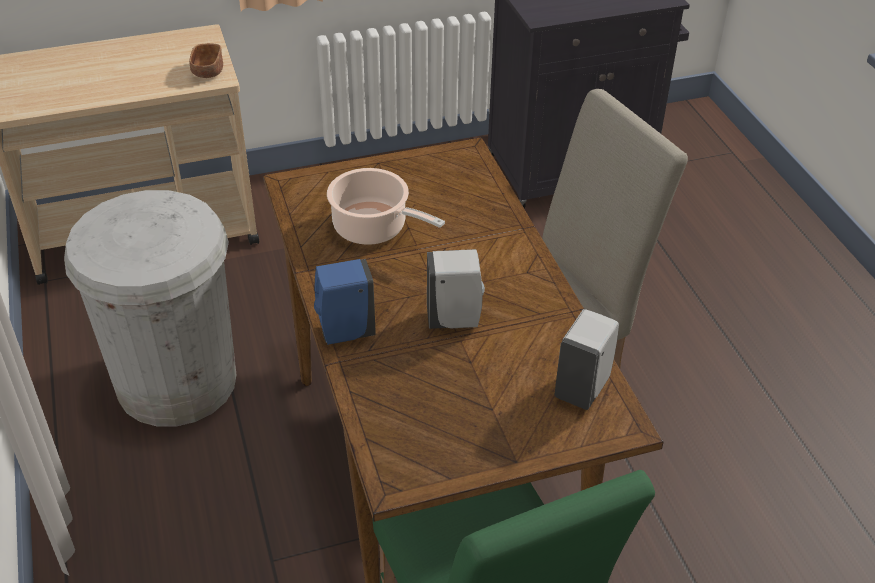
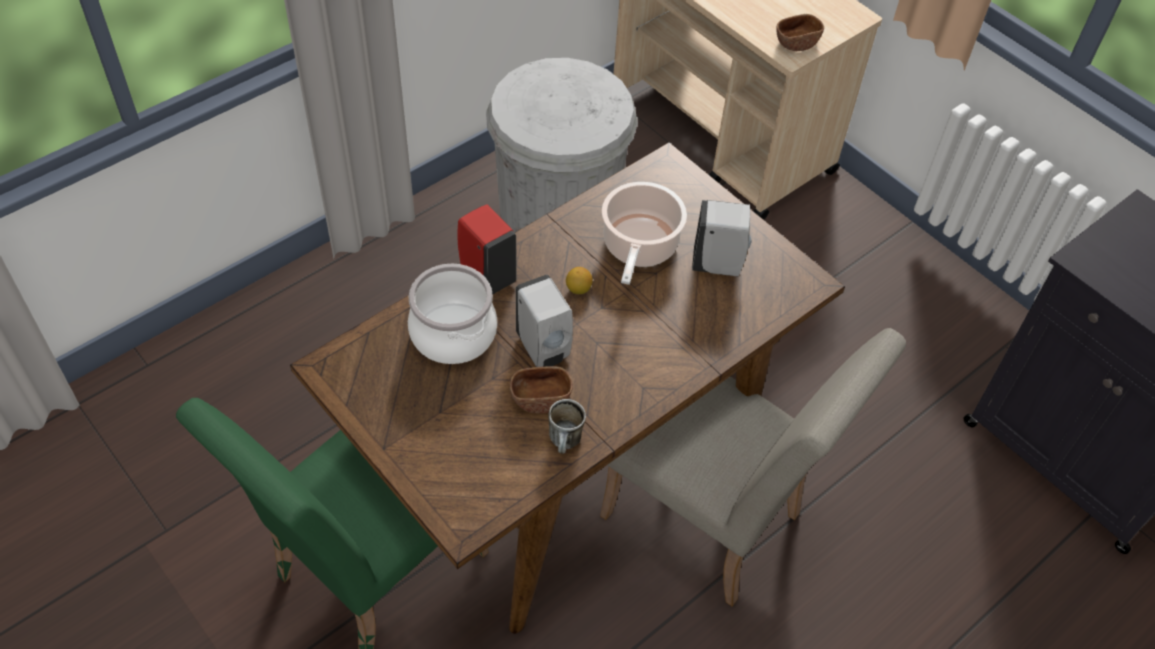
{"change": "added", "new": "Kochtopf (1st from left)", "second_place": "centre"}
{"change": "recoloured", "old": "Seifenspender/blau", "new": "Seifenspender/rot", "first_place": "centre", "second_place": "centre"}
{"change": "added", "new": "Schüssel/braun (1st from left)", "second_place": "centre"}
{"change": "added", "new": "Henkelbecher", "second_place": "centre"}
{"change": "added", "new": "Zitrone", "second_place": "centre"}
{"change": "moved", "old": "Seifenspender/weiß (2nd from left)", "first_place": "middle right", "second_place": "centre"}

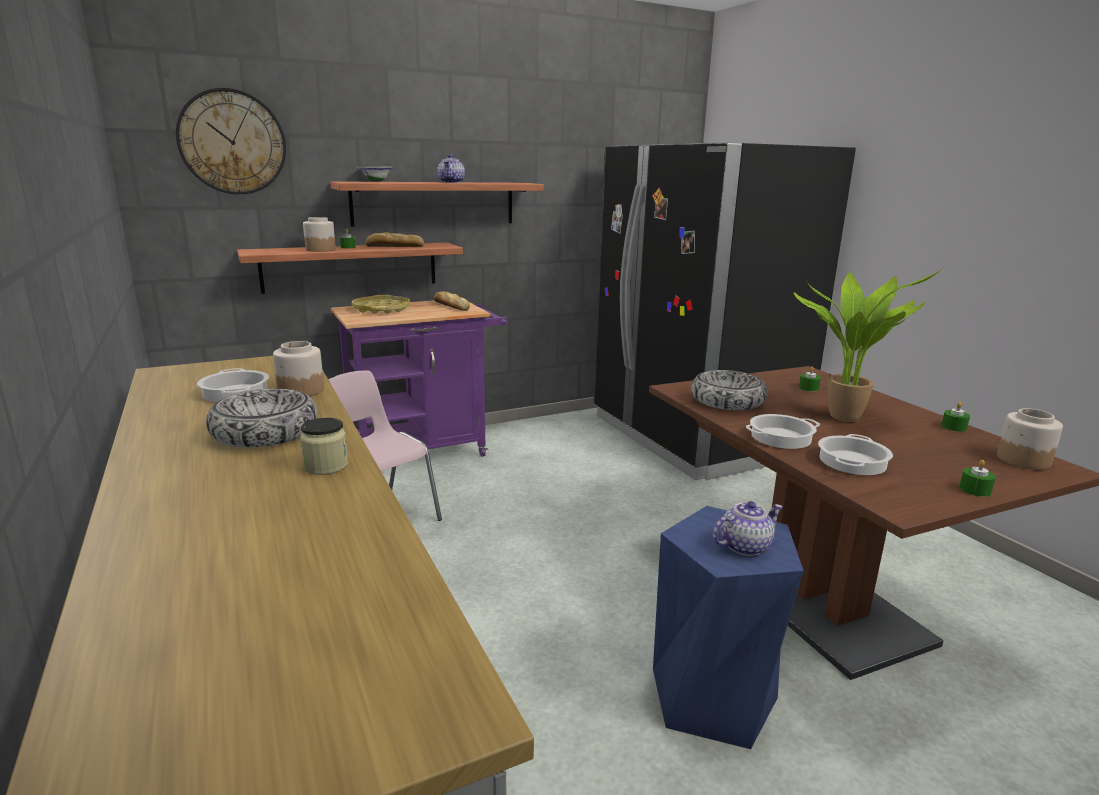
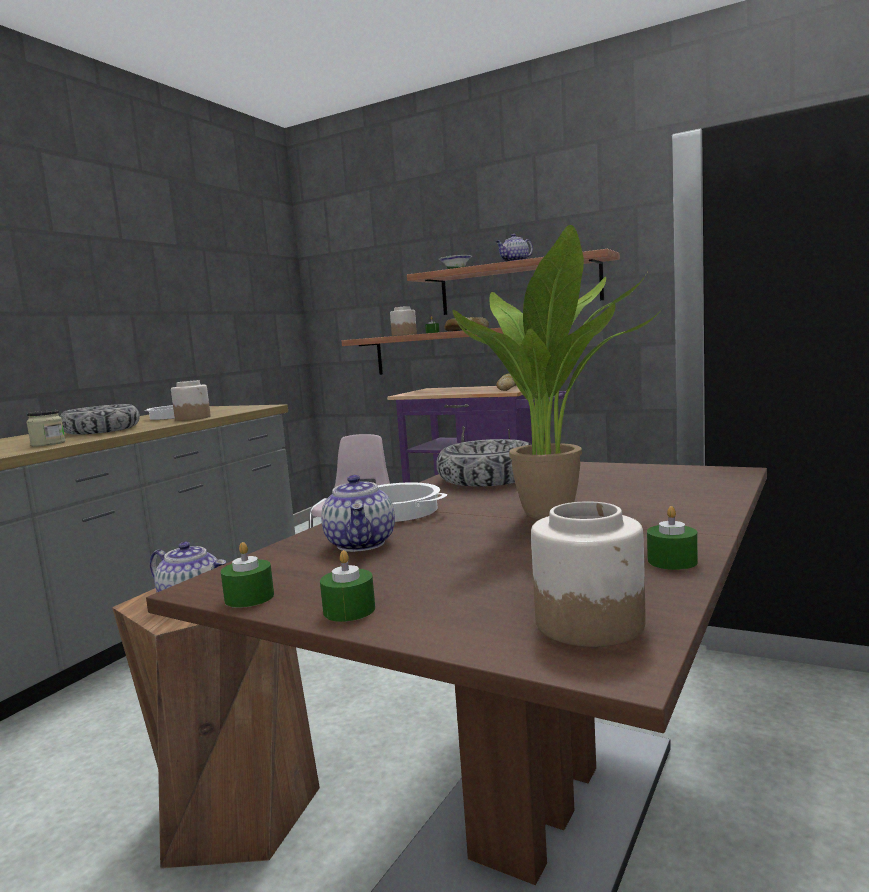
{"change": "recoloured", "old": "Hocker/blau", "new": "Hocker/braun", "first_place": "bottom centre", "second_place": "bottom left"}
{"change": "moved", "old": "Kerze/grün (2nd from left in the first image)", "new": "Kerze/grün (1st from left)", "first_place": "middle right", "second_place": "middle left"}
{"change": "replaced", "old": "Kochtopf (3rd from left)", "new": "Teekanne (2nd from left)", "first_place": "middle right", "second_place": "centre"}
{"change": "removed", "old": "Wanduhr", "first_place": "top left"}
{"change": "removed", "old": "Tablett/gelb", "first_place": "centre"}

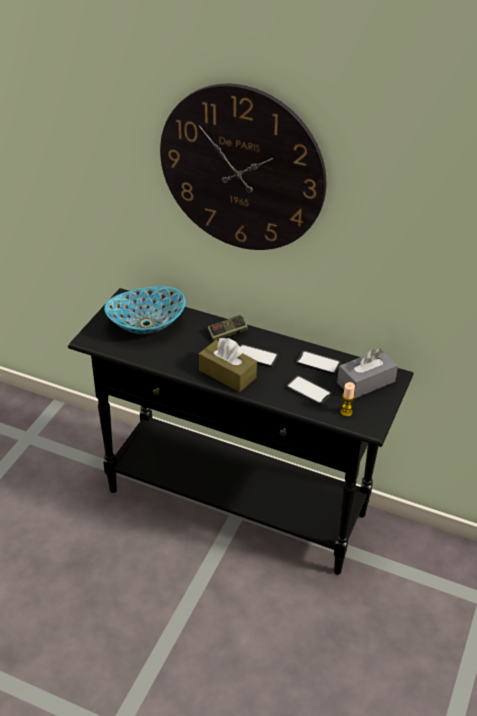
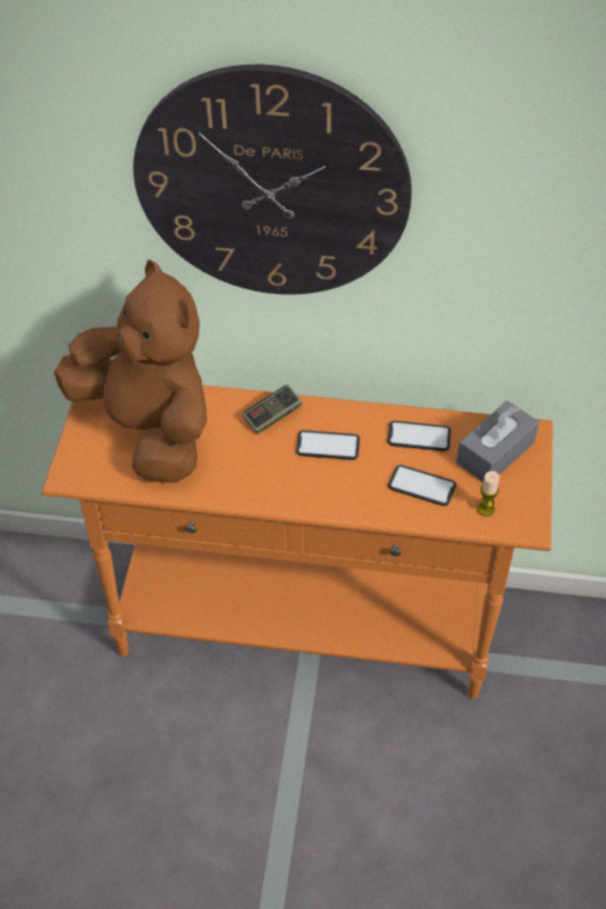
{"change": "recoloured", "old": "Konsolentisch/schwarz", "new": "Konsolentisch/orange", "first_place": "centre", "second_place": "centre"}
{"change": "replaced", "old": "Schüssel", "new": "Plüschtier/braun", "first_place": "middle left", "second_place": "middle left"}
{"change": "removed", "old": "Taschentuchbox/braun", "first_place": "centre"}

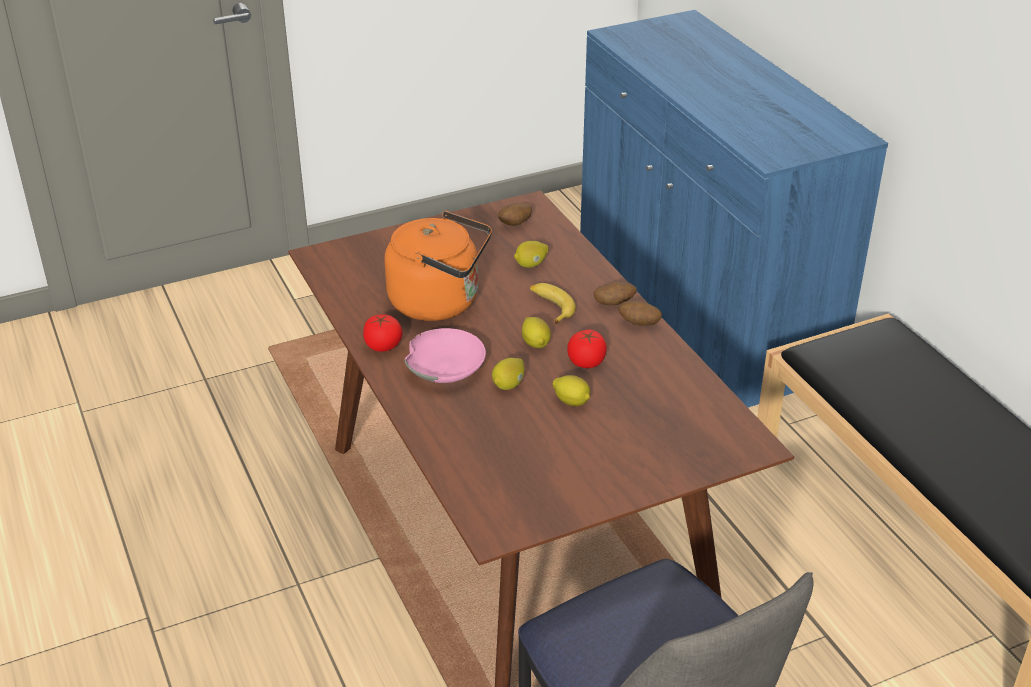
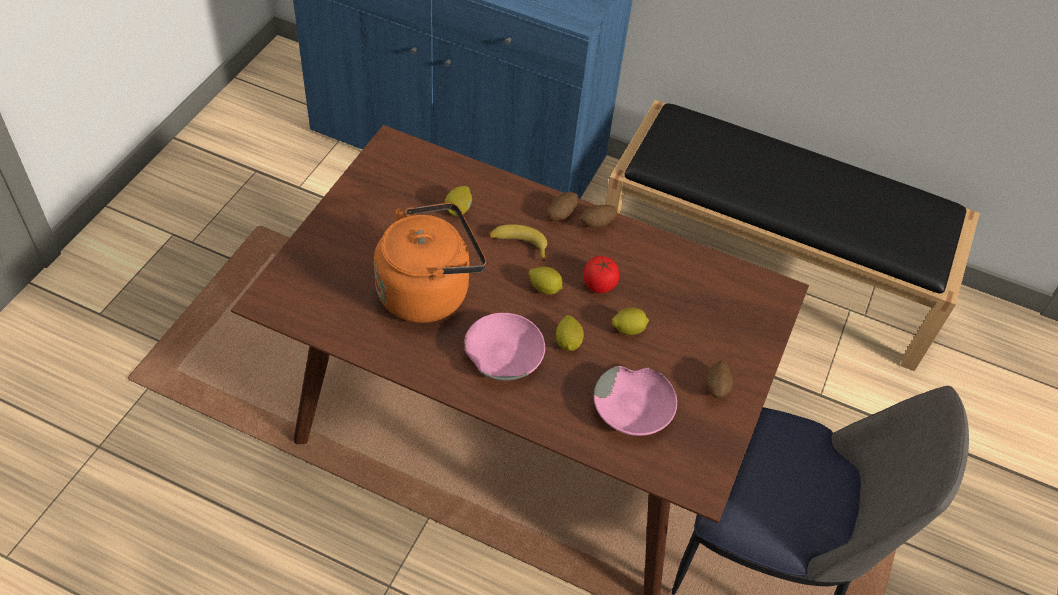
{"change": "added", "new": "Schüssel/rosa (2nd from left)", "second_place": "bottom centre"}
{"change": "moved", "old": "Kartoffel (1st from left in the first image)", "new": "Kartoffel (3rd from left)", "first_place": "top centre", "second_place": "middle right"}
{"change": "removed", "old": "Tomate (1st from left)", "first_place": "centre"}

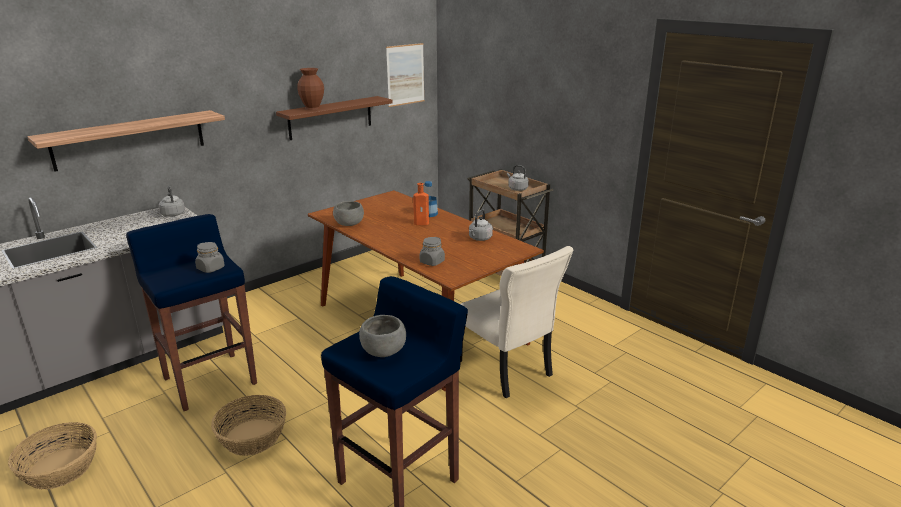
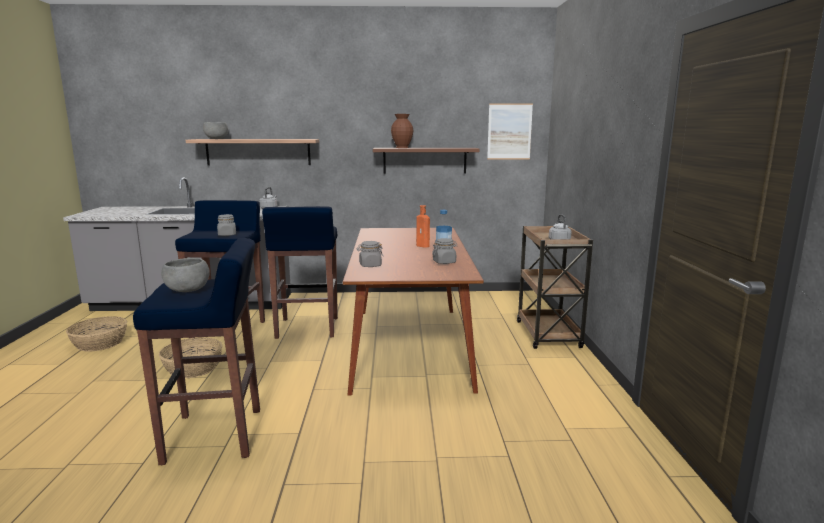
{"change": "moved", "old": "Schüssel/grau (1st from left in the first image)", "new": "Schüssel/grau (2nd from left)", "first_place": "centre", "second_place": "top left"}
{"change": "added", "new": "Hocker/blau (3rd from left)", "second_place": "centre"}
{"change": "replaced", "old": "Wasserkessel/grau (2nd from left)", "new": "Vorratsglas/grau (3rd from left)", "first_place": "centre", "second_place": "centre"}
{"change": "removed", "old": "Stuhl/beige", "first_place": "centre"}

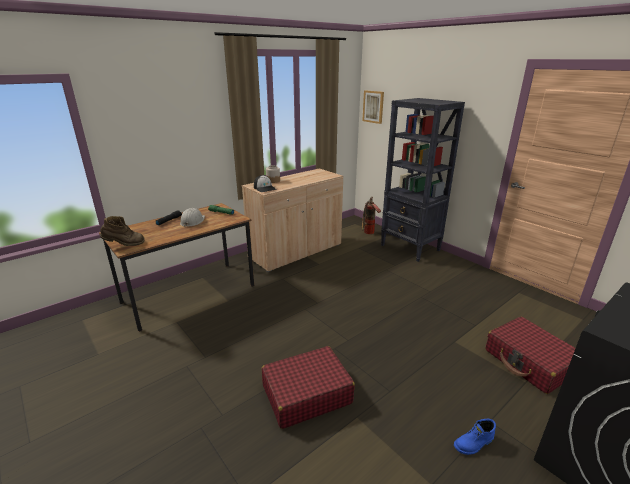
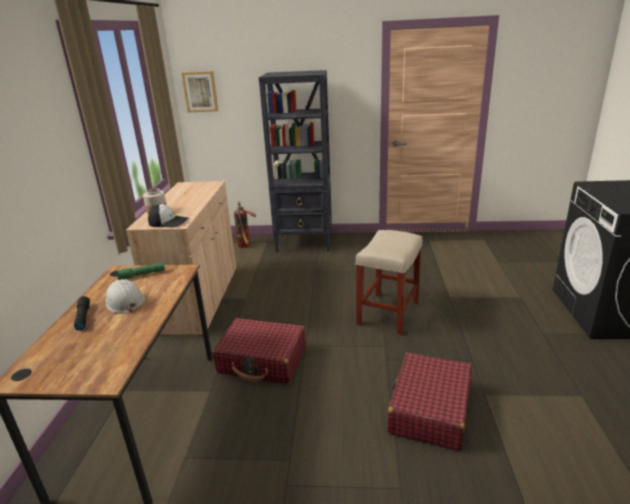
{"change": "moved", "old": "Koffer/rot (2nd from left in the first image)", "new": "Koffer/rot (1st from left)", "first_place": "bottom right", "second_place": "bottom centre"}
{"change": "added", "new": "Hocker/beige", "second_place": "centre"}
{"change": "removed", "old": "Stiefel/braun", "first_place": "middle left"}
{"change": "removed", "old": "Stiefel/blau", "first_place": "bottom right"}

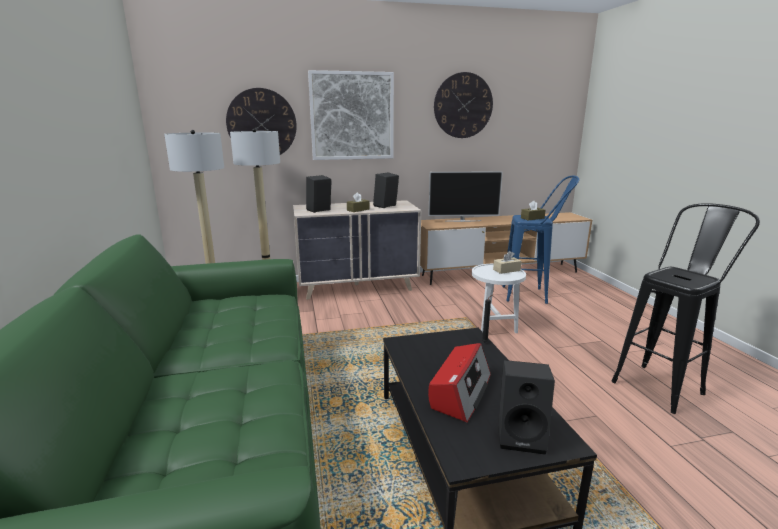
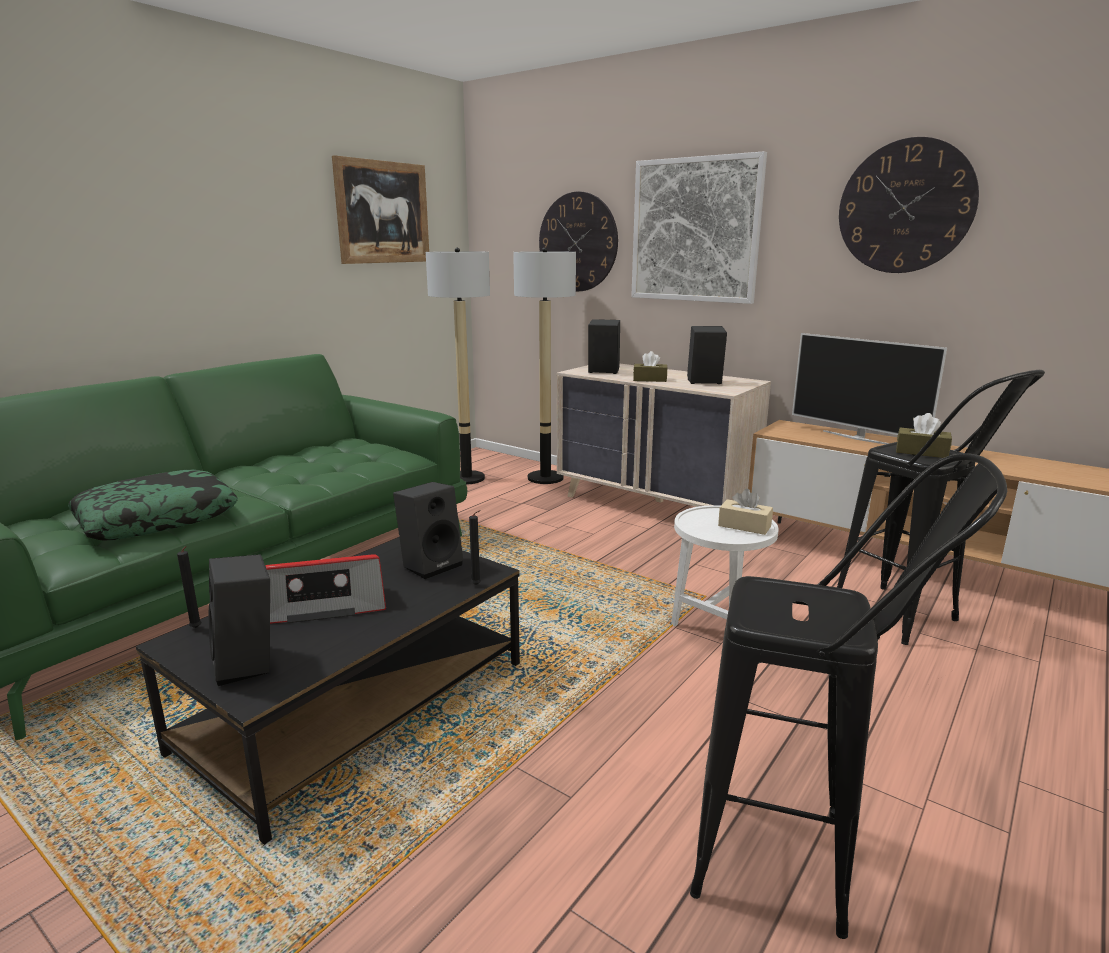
{"change": "added", "new": "Kissen", "second_place": "middle left"}
{"change": "added", "new": "Kerze/schwarz (1st from left)", "second_place": "middle left"}
{"change": "added", "new": "Bild (1st from left)", "second_place": "top centre"}
{"change": "added", "new": "Lautsprecher/schwarz (2nd from left)", "second_place": "centre"}
{"change": "recoloured", "old": "Hocker/blau", "new": "Hocker/schwarz (2nd from left)", "first_place": "middle right", "second_place": "middle right"}

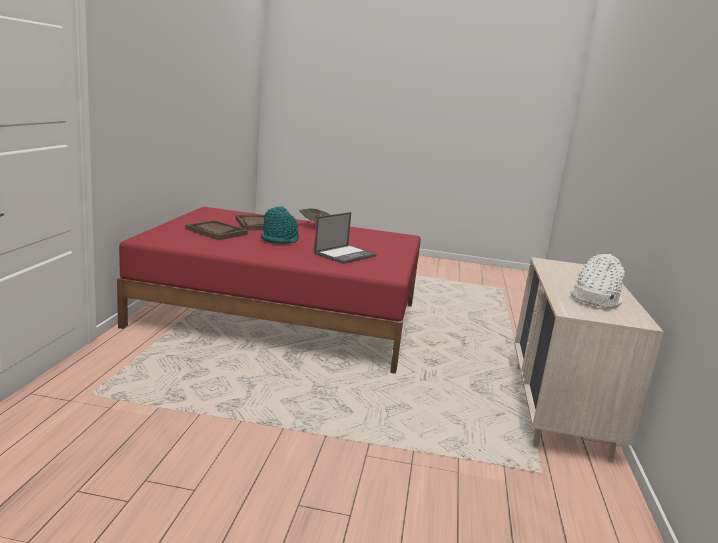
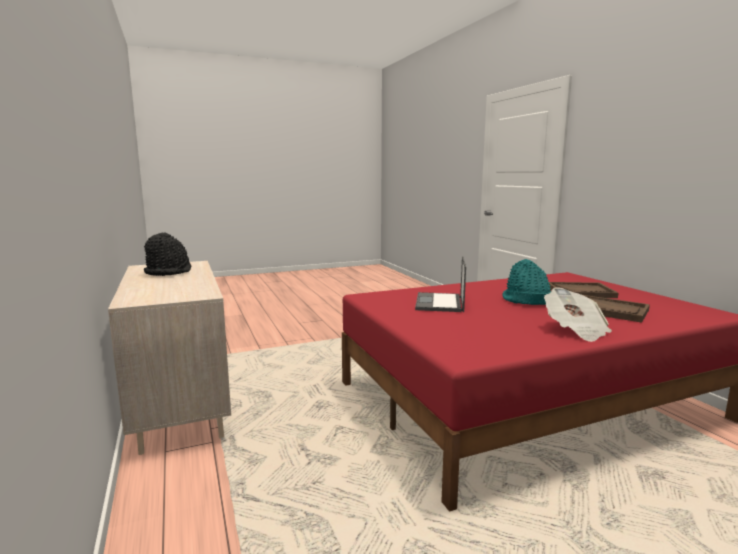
{"change": "recoloured", "old": "Hut/weiß", "new": "Hut/schwarz", "first_place": "middle right", "second_place": "middle left"}

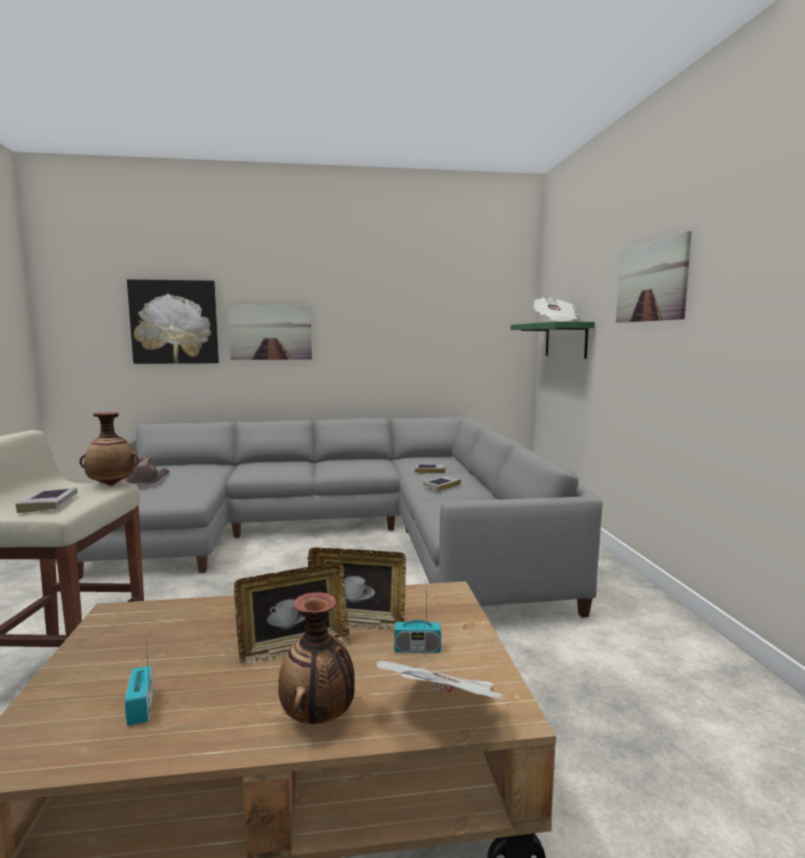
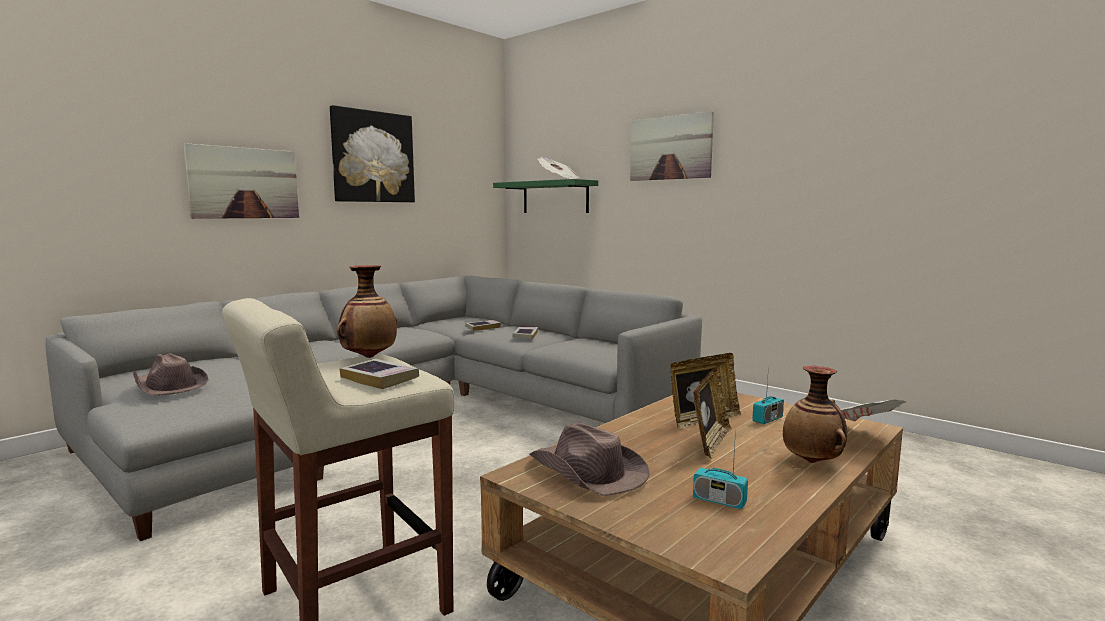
{"change": "moved", "old": "Bild (1st from left in the first image)", "new": "Bild (2nd from left)", "first_place": "middle left", "second_place": "top centre"}
{"change": "added", "new": "Hut/braun (2nd from left)", "second_place": "bottom centre"}

